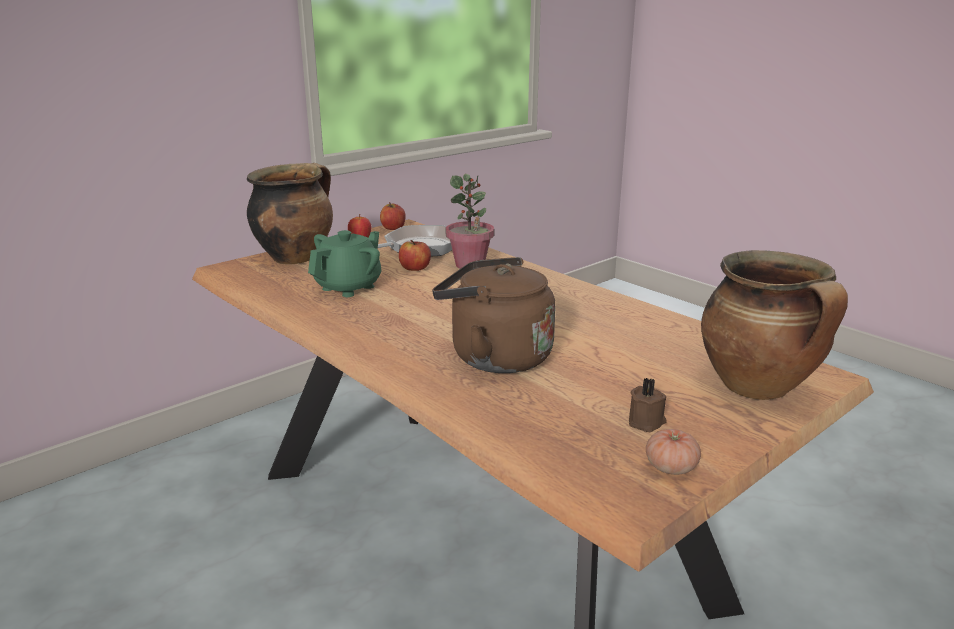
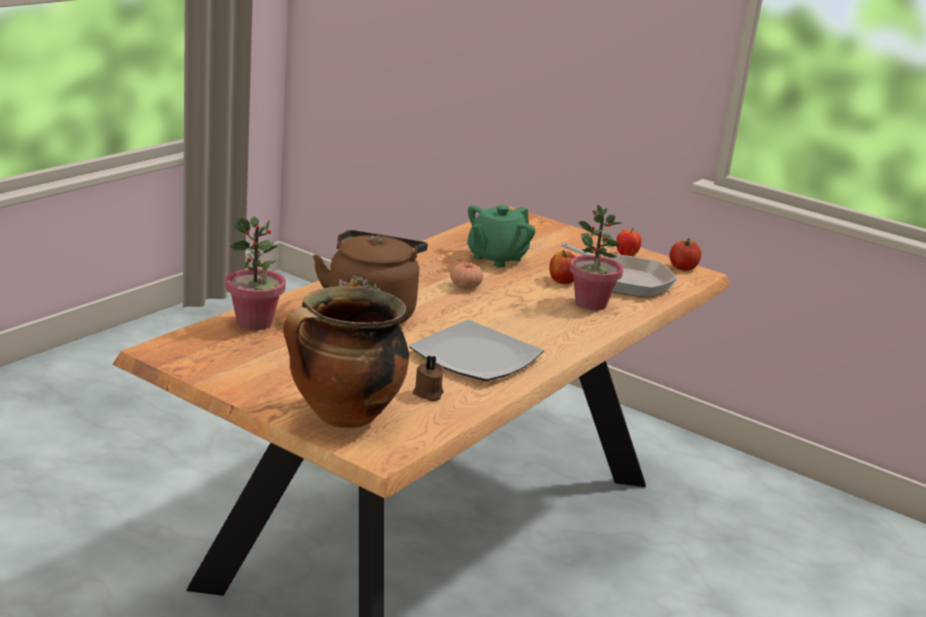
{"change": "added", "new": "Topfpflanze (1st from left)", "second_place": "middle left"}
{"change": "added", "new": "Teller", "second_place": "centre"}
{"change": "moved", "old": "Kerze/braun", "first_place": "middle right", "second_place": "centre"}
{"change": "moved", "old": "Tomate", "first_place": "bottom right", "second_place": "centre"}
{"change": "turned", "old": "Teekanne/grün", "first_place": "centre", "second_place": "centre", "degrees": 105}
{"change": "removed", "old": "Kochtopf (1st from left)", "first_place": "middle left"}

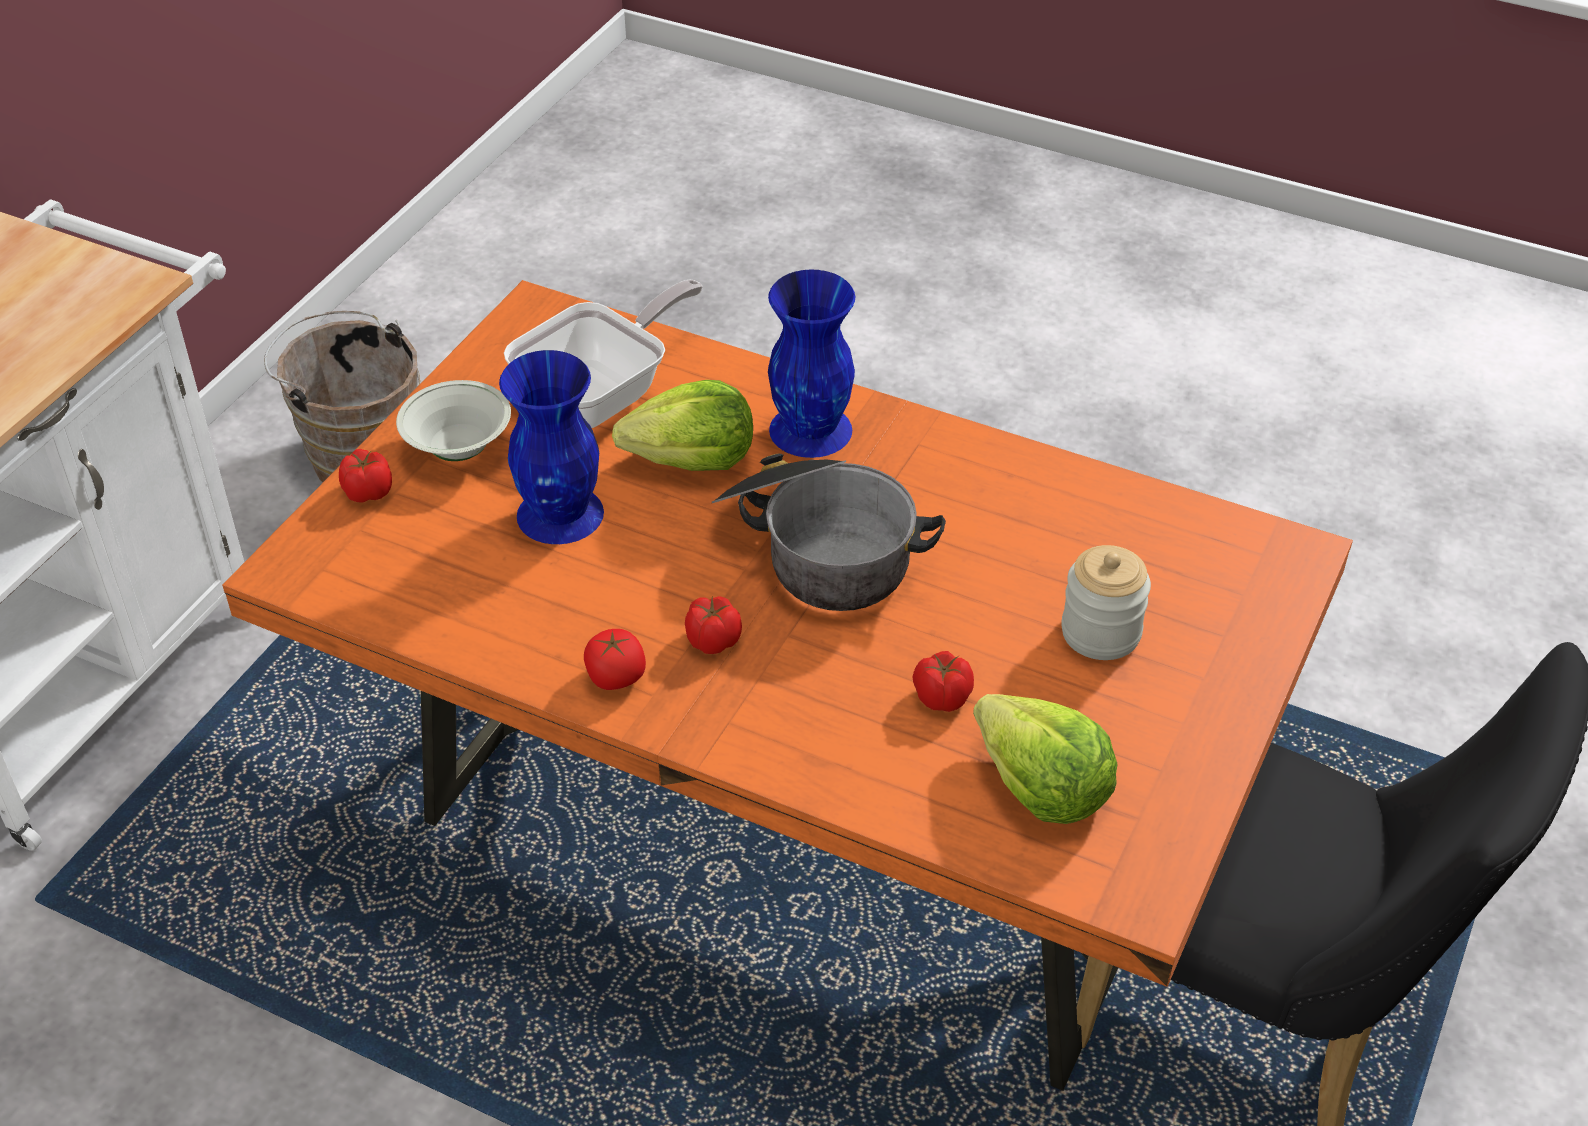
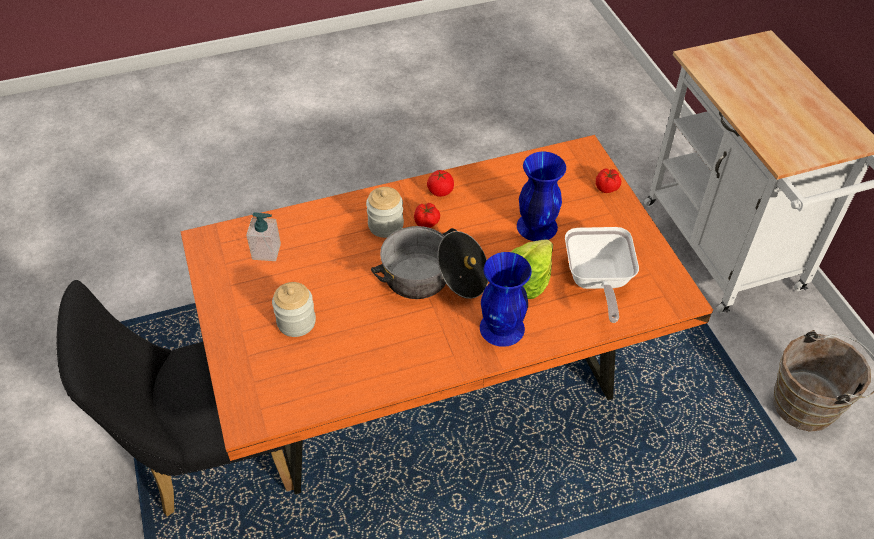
{"change": "replaced", "old": "Salatkopf (2nd from left)", "new": "Seifenspender", "first_place": "bottom centre", "second_place": "middle left"}
{"change": "added", "new": "Vorratsglas (2nd from left)", "second_place": "centre"}
{"change": "removed", "old": "Schüssel/weiß", "first_place": "middle left"}
{"change": "removed", "old": "Tomate (4th from left)", "first_place": "centre"}

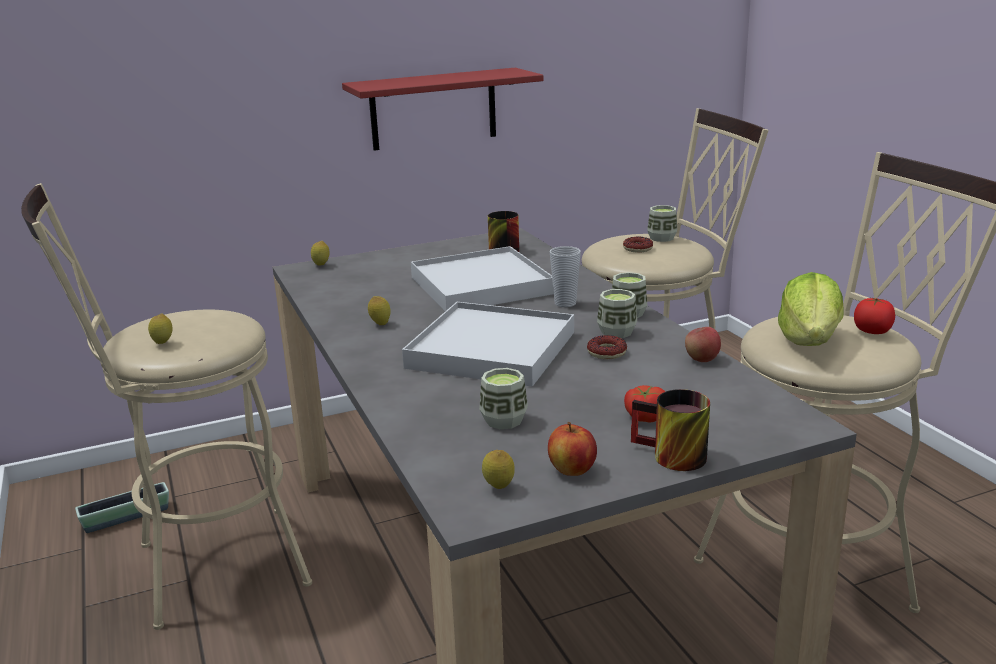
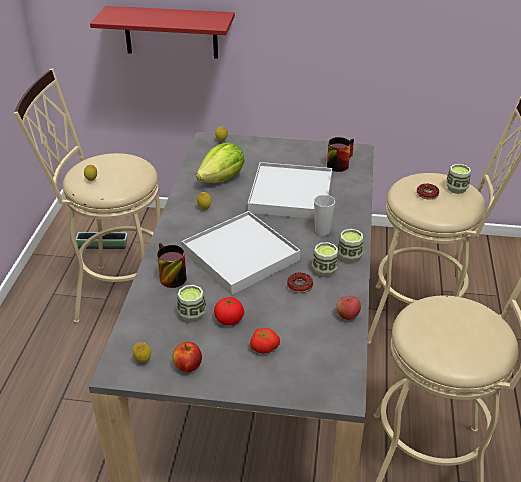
{"change": "moved", "old": "Wandregal/rot", "first_place": "top centre", "second_place": "top left"}
{"change": "moved", "old": "Henkelbecher (2nd from left in the first image)", "new": "Henkelbecher (1st from left)", "first_place": "middle right", "second_place": "middle left"}
{"change": "moved", "old": "Salatkopf", "first_place": "middle right", "second_place": "centre"}
{"change": "moved", "old": "Tomate (2nd from left in the first image)", "new": "Tomate (1st from left)", "first_place": "middle right", "second_place": "centre"}

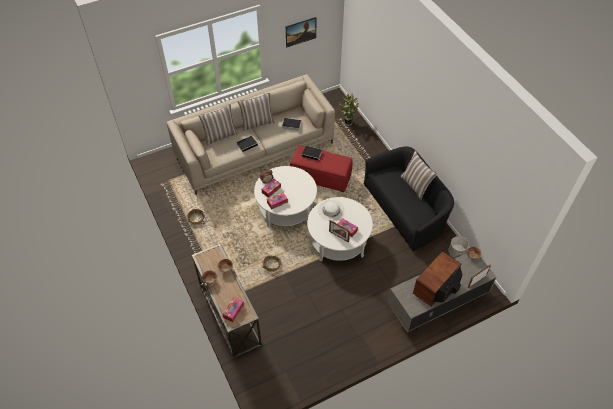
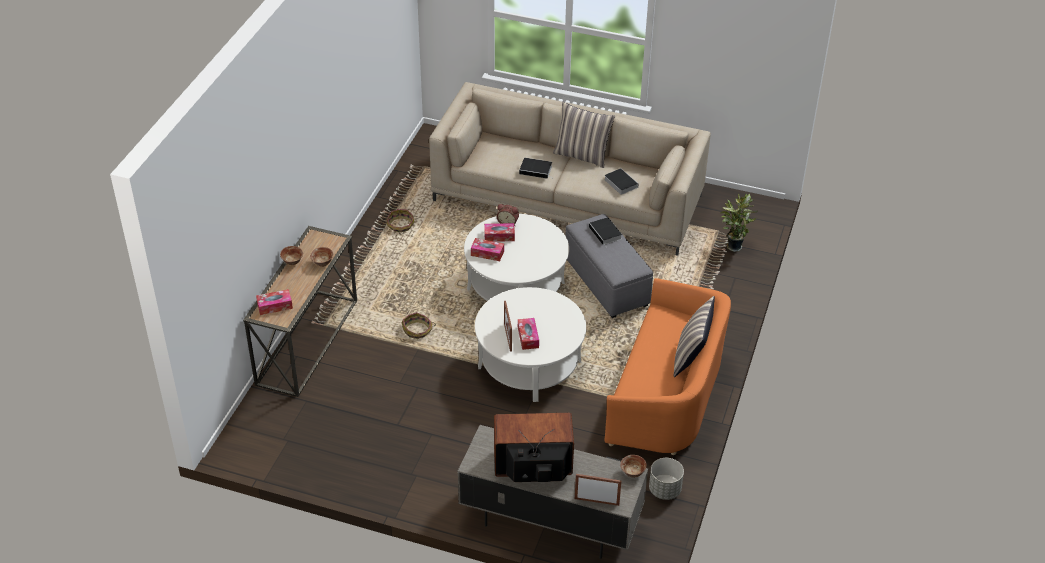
{"change": "recoloured", "old": "Polsterhocker/rot", "new": "Polsterhocker/grau", "first_place": "centre", "second_place": "centre"}
{"change": "recoloured", "old": "Sofa/schwarz", "new": "Sofa/orange", "first_place": "middle right", "second_place": "centre"}
{"change": "removed", "old": "Kissen (1st from left)", "first_place": "top centre"}
{"change": "removed", "old": "Bild", "first_place": "top centre"}
{"change": "removed", "old": "Hut/weiß", "first_place": "centre"}

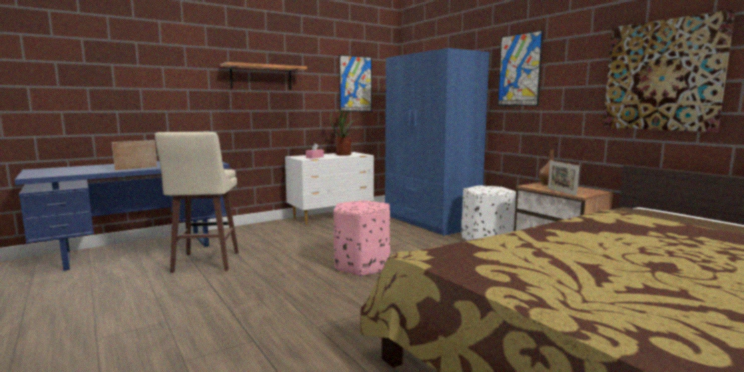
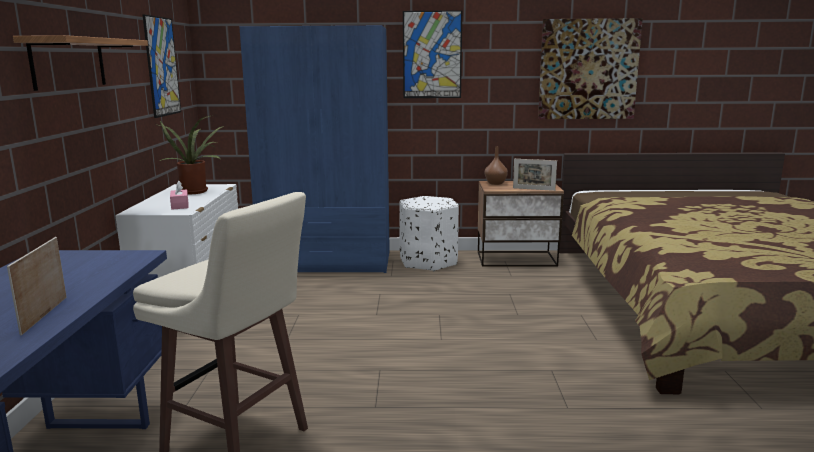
{"change": "removed", "old": "Polsterhocker/rosa", "first_place": "centre"}

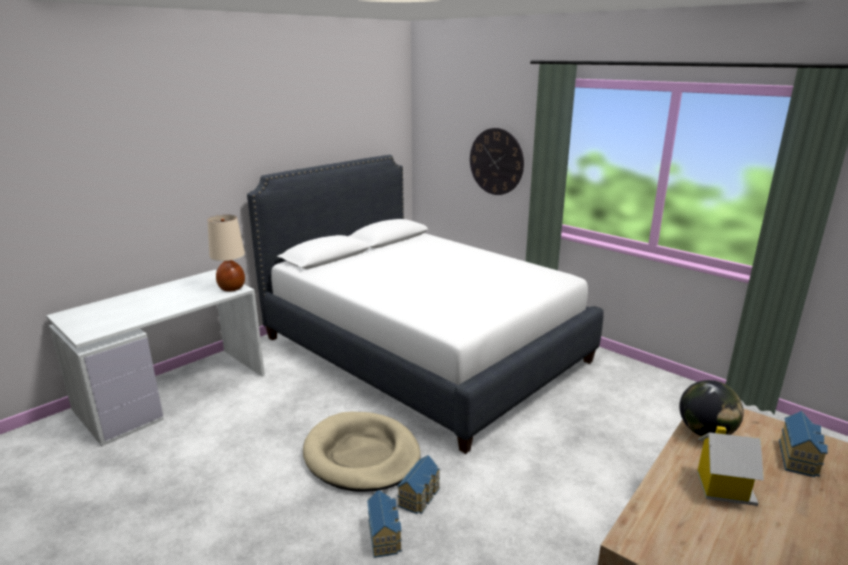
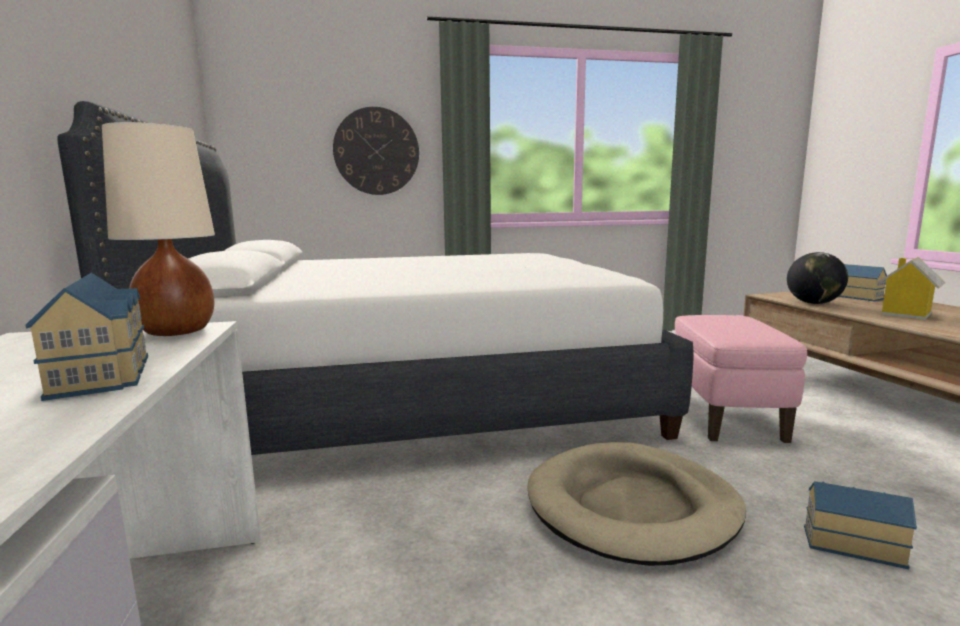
{"change": "moved", "old": "Spielzeughaus (2nd from left in the first image)", "new": "Spielzeughaus (1st from left)", "first_place": "bottom centre", "second_place": "middle left"}
{"change": "added", "new": "Polsterhocker/rosa", "second_place": "middle right"}

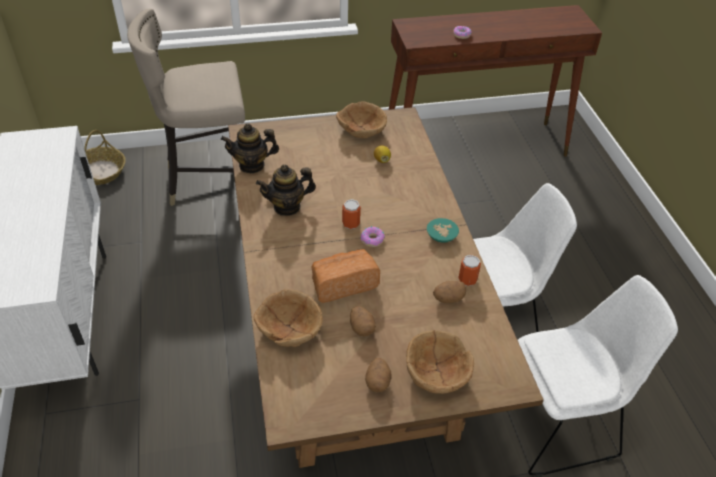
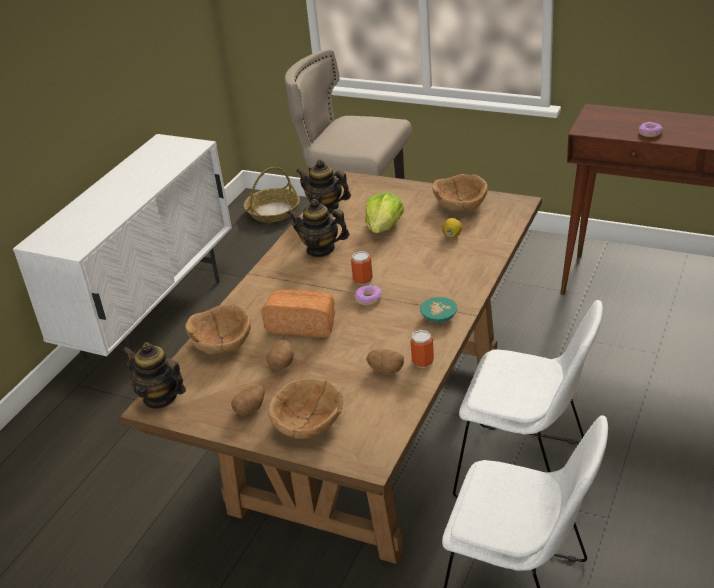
{"change": "added", "new": "Teekanne (1st from left)", "second_place": "middle left"}
{"change": "added", "new": "Salatkopf", "second_place": "centre"}

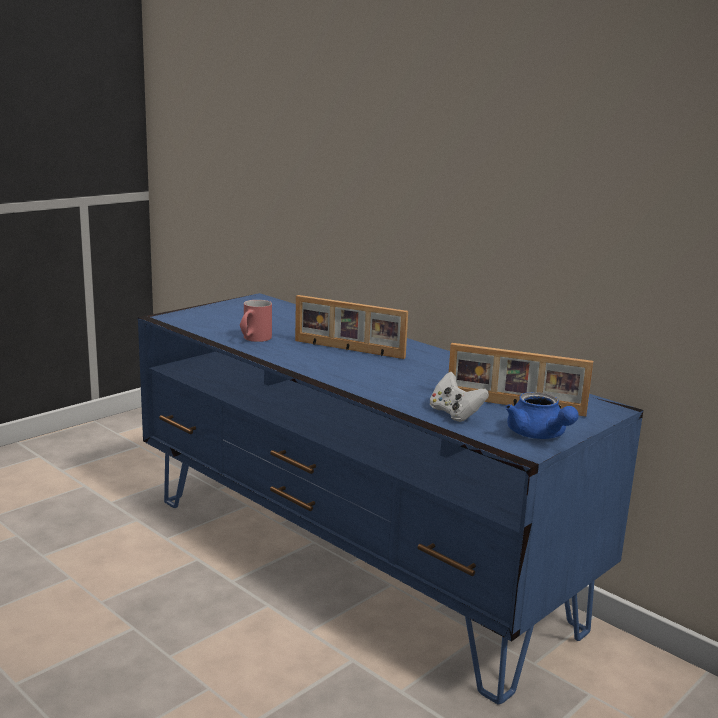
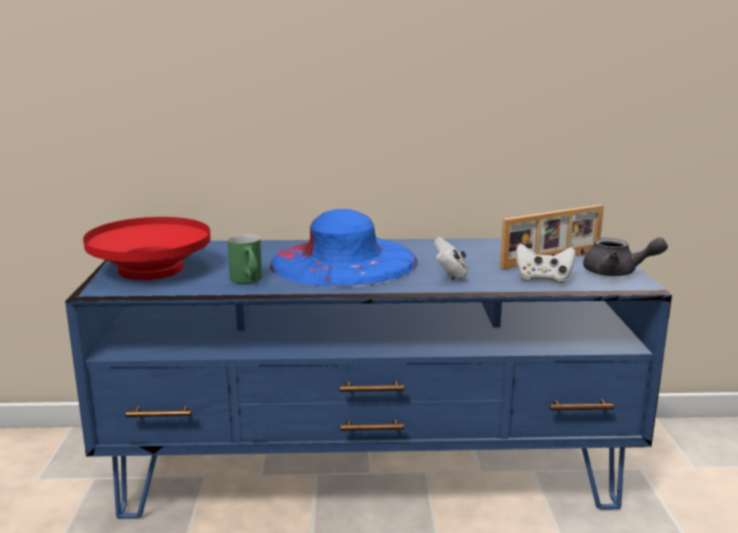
{"change": "added", "new": "Schüssel/rot", "second_place": "middle left"}
{"change": "recoloured", "old": "Henkelbecher/rot", "new": "Henkelbecher/grün", "first_place": "centre", "second_place": "middle left"}
{"change": "replaced", "old": "Bilderrahmen (1st from left)", "new": "Hut/blau", "first_place": "centre", "second_place": "centre"}
{"change": "added", "new": "Gamepad/weiß (1st from left)", "second_place": "centre"}
{"change": "recoloured", "old": "Teekanne/blau", "new": "Teekanne/grau", "first_place": "middle right", "second_place": "middle right"}

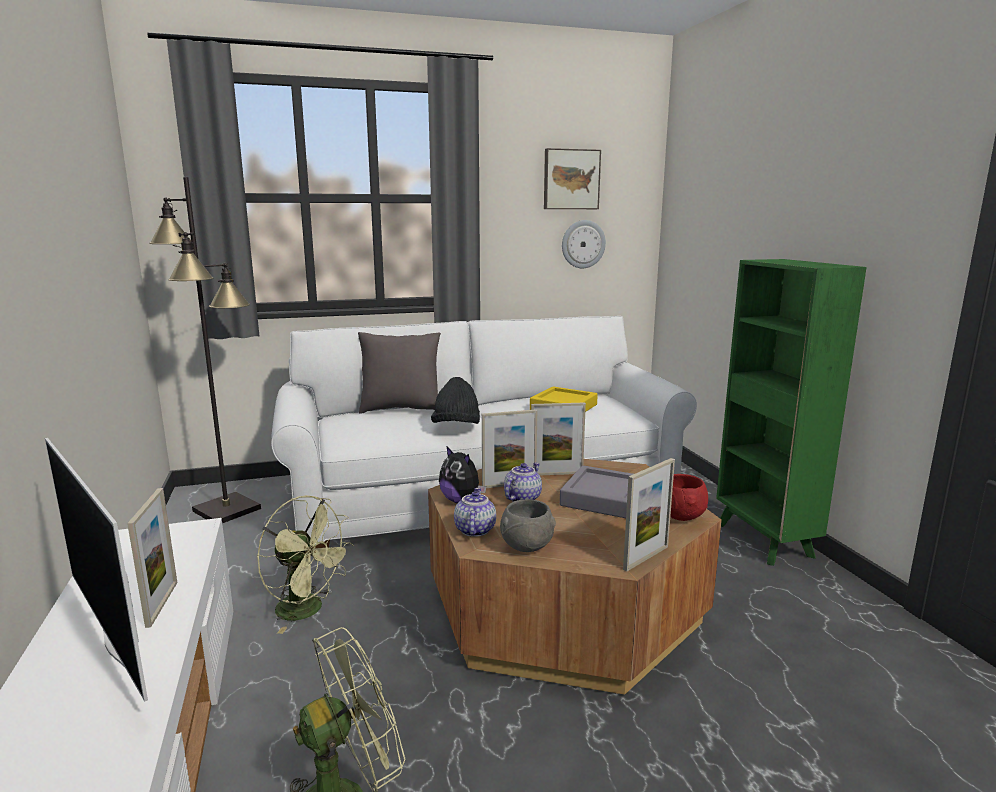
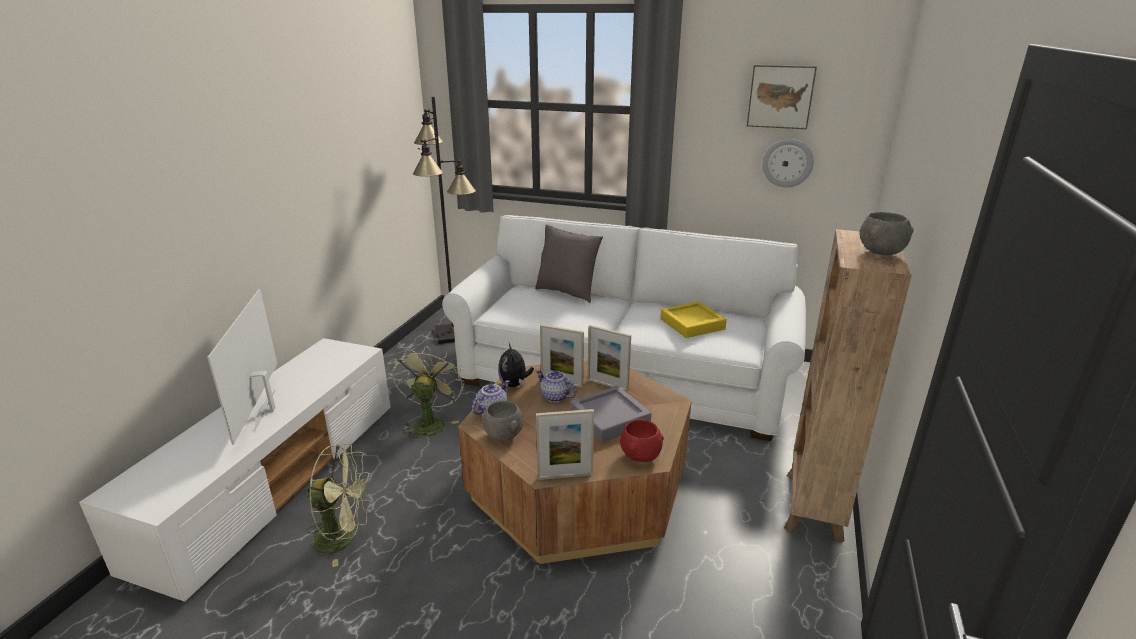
{"change": "turned", "old": "Ventilator/grün (1st from left in the first image)", "first_place": "bottom left", "second_place": "centre", "degrees": -150}
{"change": "turned", "old": "Teekanne (2nd from left)", "first_place": "centre", "second_place": "centre", "degrees": -120}
{"change": "recoloured", "old": "Bücherregal/grün", "new": "Bücherregal/braun", "first_place": "middle right", "second_place": "middle right"}
{"change": "added", "new": "Schüssel/grau (2nd from left)", "second_place": "middle right"}
{"change": "removed", "old": "Bilderrahmen (1st from left)", "first_place": "bottom left"}
{"change": "removed", "old": "Hut/schwarz", "first_place": "centre"}

